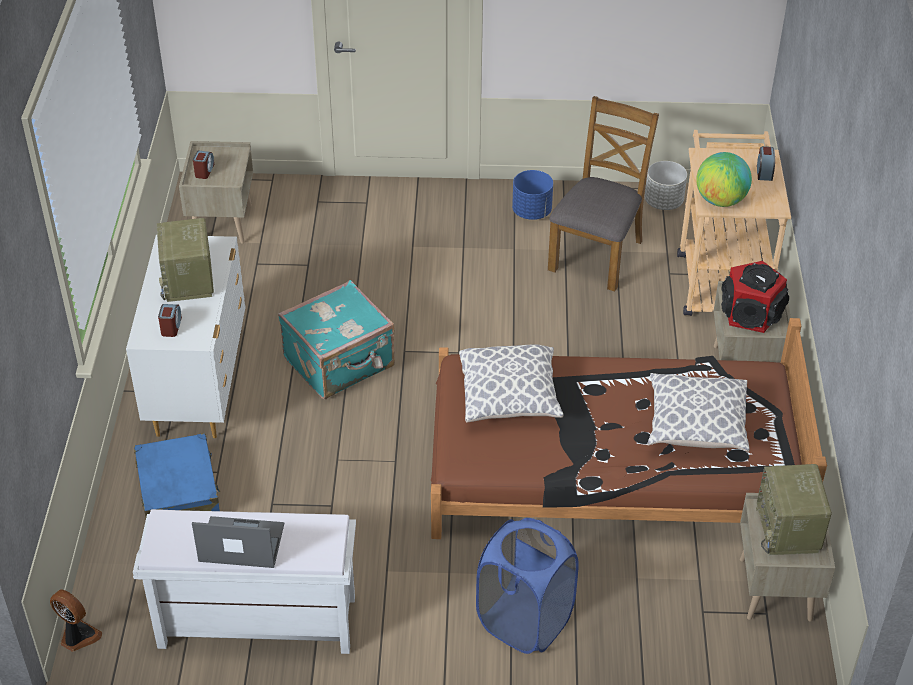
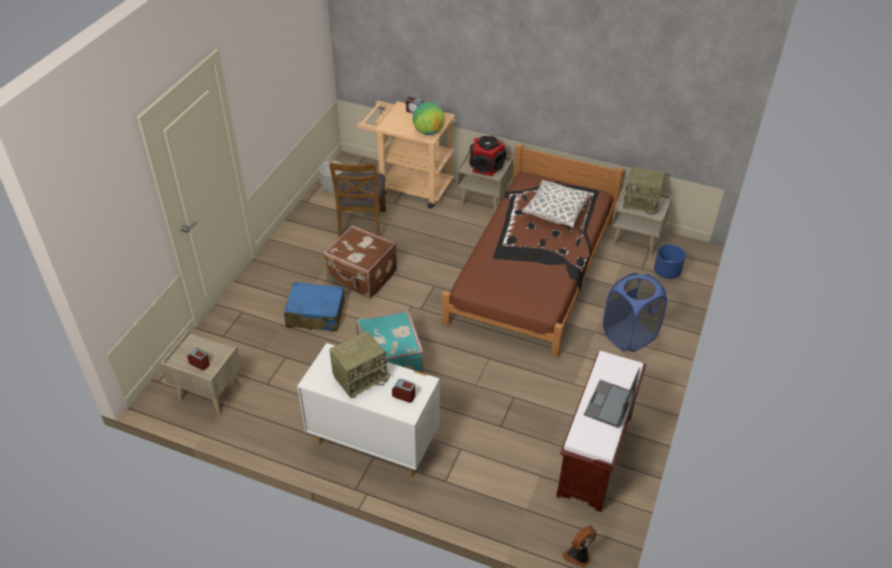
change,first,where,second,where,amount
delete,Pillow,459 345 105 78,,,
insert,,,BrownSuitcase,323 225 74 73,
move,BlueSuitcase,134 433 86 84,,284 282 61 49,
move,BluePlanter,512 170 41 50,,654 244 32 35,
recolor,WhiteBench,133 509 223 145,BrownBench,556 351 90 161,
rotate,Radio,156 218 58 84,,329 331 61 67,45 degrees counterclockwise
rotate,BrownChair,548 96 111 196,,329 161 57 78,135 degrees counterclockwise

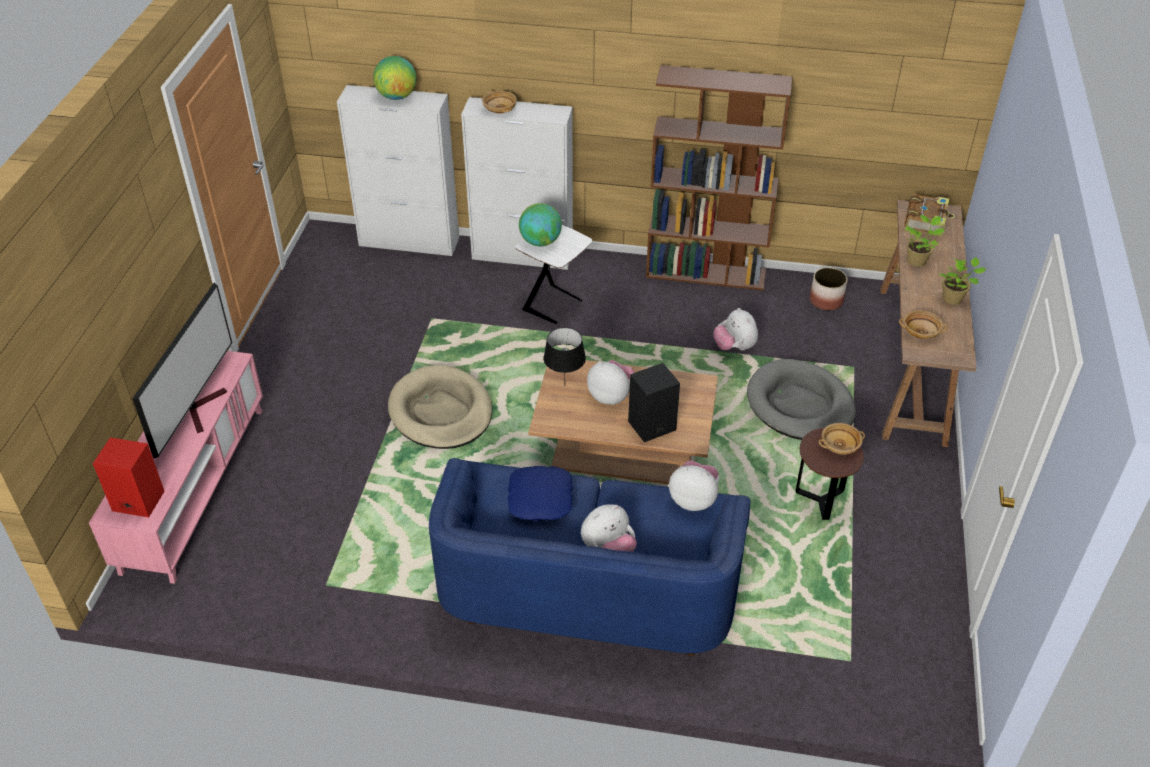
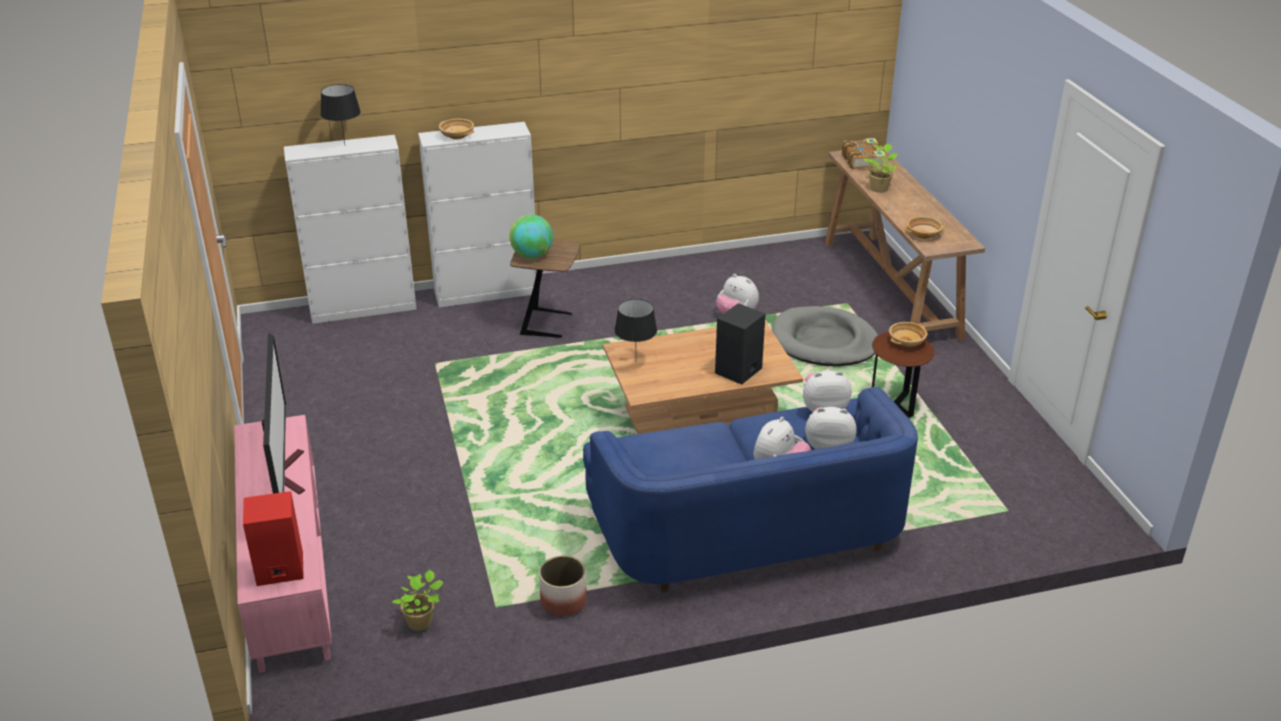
change,first,where,second,where,amount
delete,BeigeDogBed,388 365 104 84,,,
delete,BluePillow,508 466 65 55,,,
delete,BrownBookcase,646 65 146 225,,,
move,PlushToy,587 360 48 45,,805 407 52 42,
move,Planter,810 267 38 43,,539 556 48 60,
move,PottedPlant,939 257 48 48,,392 570 52 61,
replace,Globe,373 56 43 44,BlackTableLamp,321 84 40 59,
recolor,WhiteSideTable,515 225 77 99,BrownSideTable,510 240 70 98,

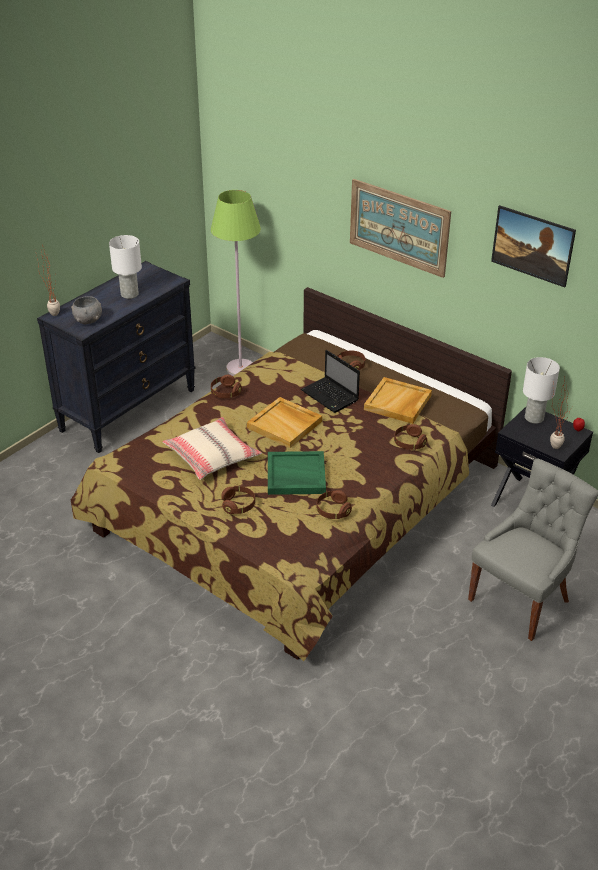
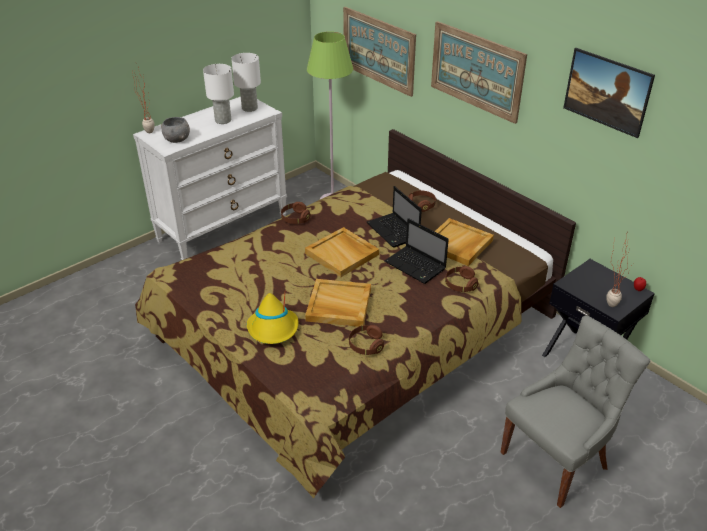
change,first,where,second,where,amount
delete,BeigePillow,162 417 100 63,,,
insert,,,Picture,343 7 73 90,
insert,,,Laptop,384 218 65 66,
move,WhiteTableLamp,523 357 37 67,,231 53 30 59,
replace,BrownHeadphones,221 486 34 28,YellowHat,247 293 51 51,
recolor,BlackDresser,37 261 158 192,WhiteDresser,133 96 154 164,
recolor,GreenTray,268 451 58 44,BeigeTray,305 279 66 48,

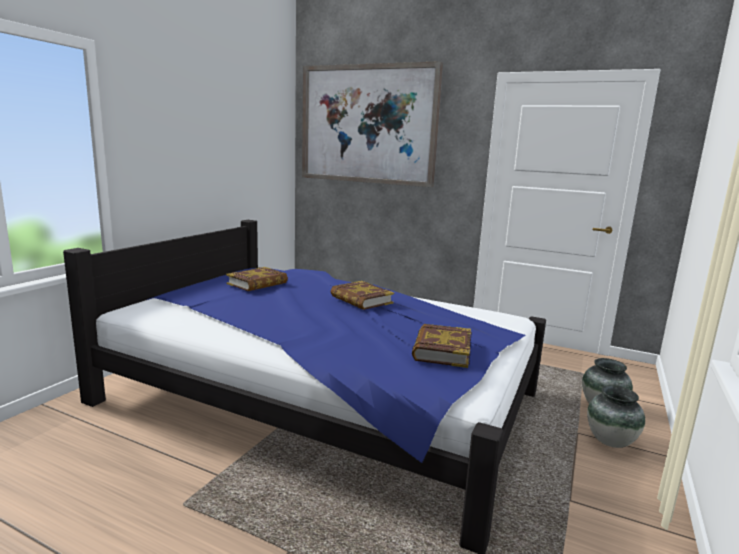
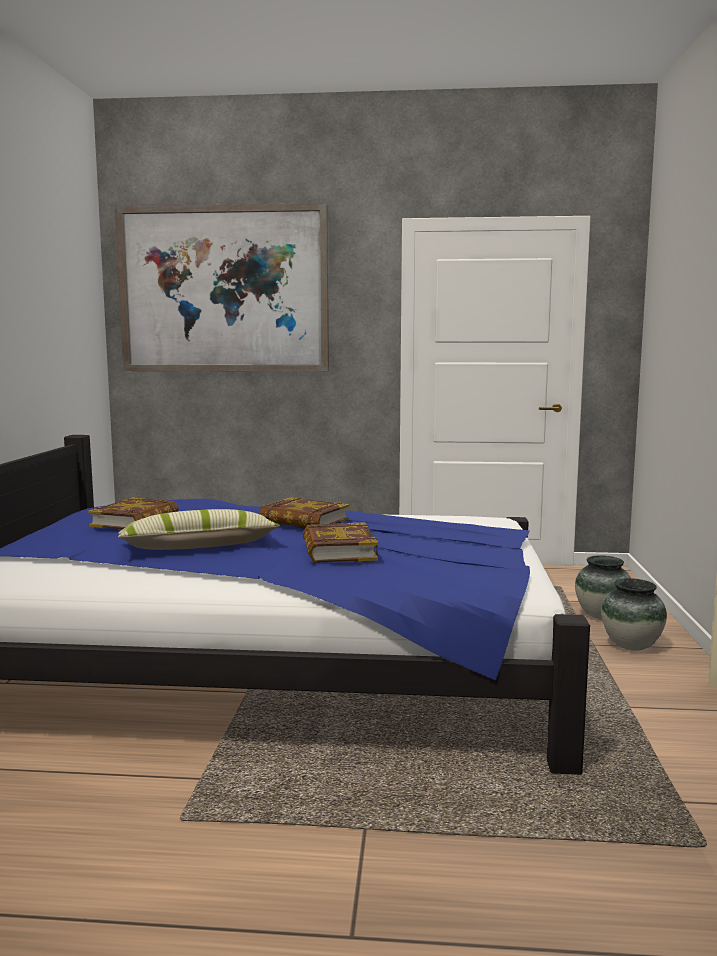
change,first,where,second,where,amount
insert,,,Pillow,118 509 162 41,
move,Book,412 324 60 44,,303 523 75 40,

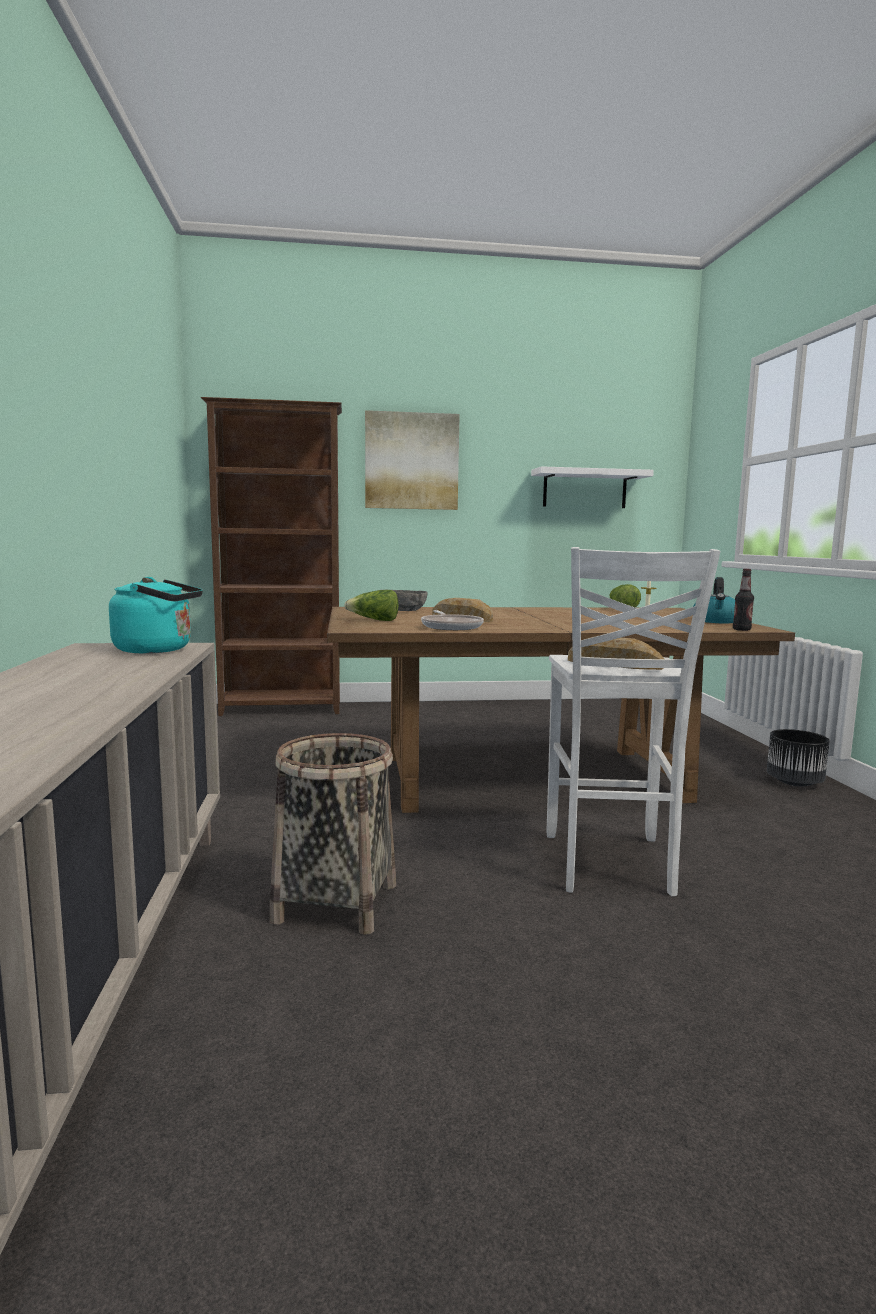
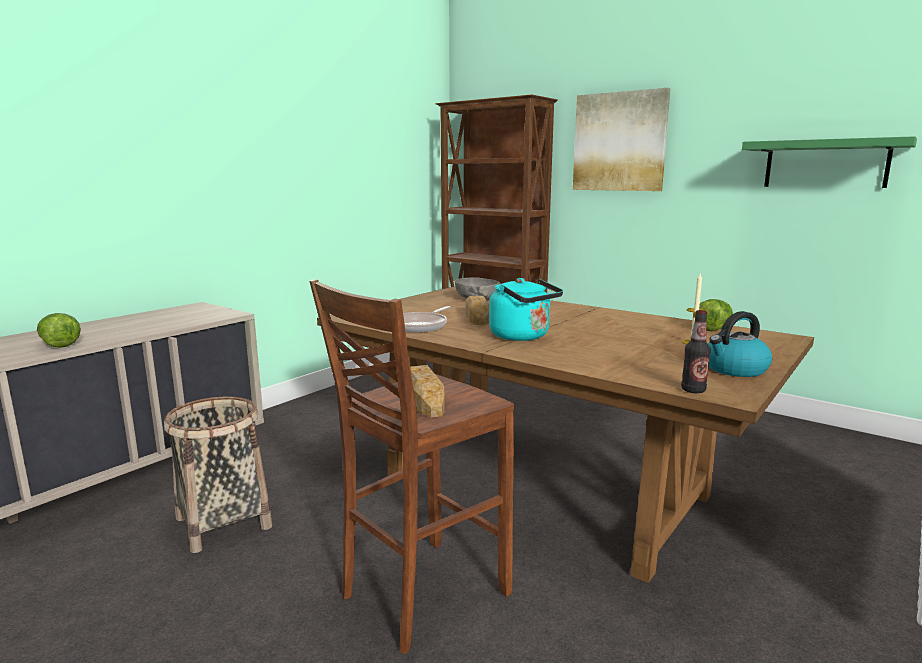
change,first,where,second,where,amount
delete,BlackPlanter,767 729 63 58,,,
move,TurquoiseKettle,109 577 94 77,,489 278 74 63,
move,Lettuce,344 590 55 31,,37 313 44 35,
recolor,WhiteShelf,531 466 123 42,GreenShelf,742 136 175 52,
recolor,WhiteStool,547 547 173 349,BrownStool,310 279 205 375,

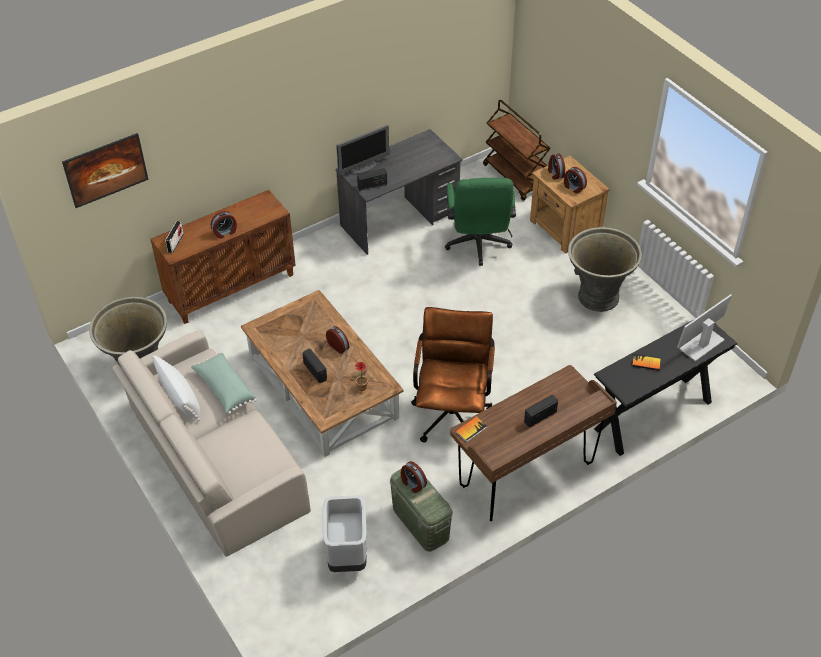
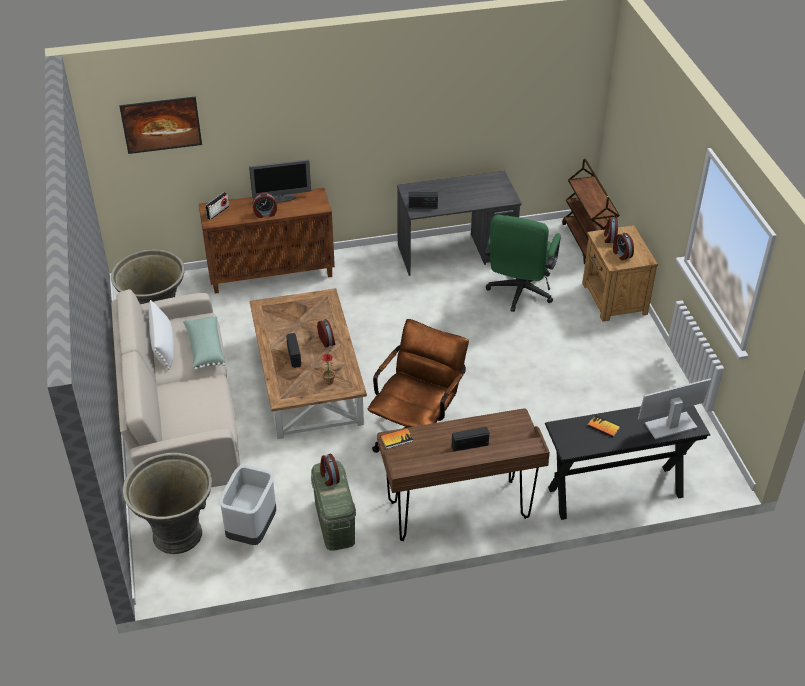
change,first,where,second,where,amount
move,Monitor,336 125 53 50,,249 159 62 44,
move,GreyPlanter,568 227 74 85,,122 452 90 102,

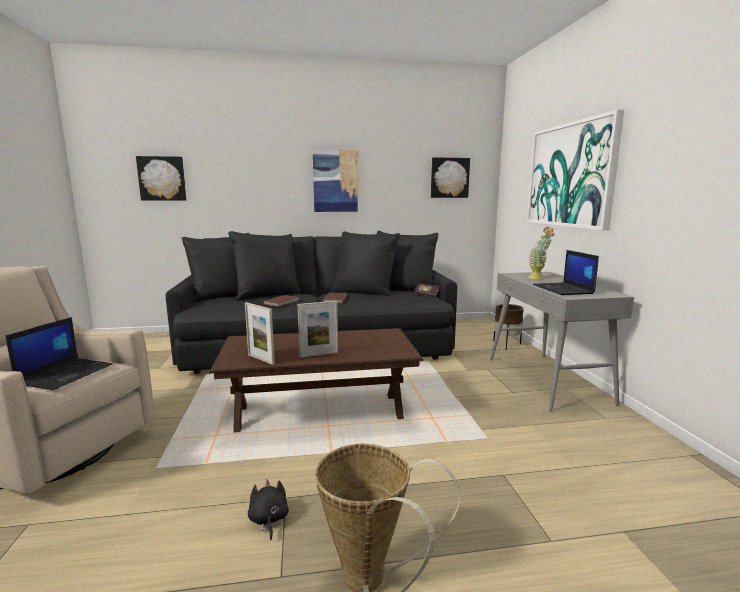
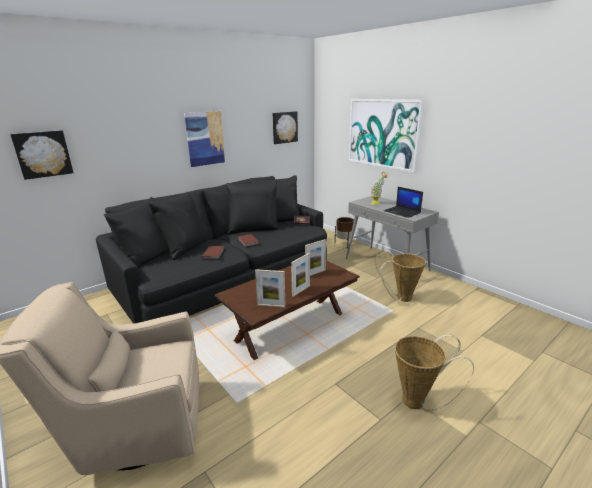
change,first,where,second,where,amount
delete,Laptop,5 317 108 73,,,
delete,BlackPlushToy,248 479 41 61,,,
insert,,,PictureFrame,305 239 21 37,
insert,,,Basket,375 251 51 51,

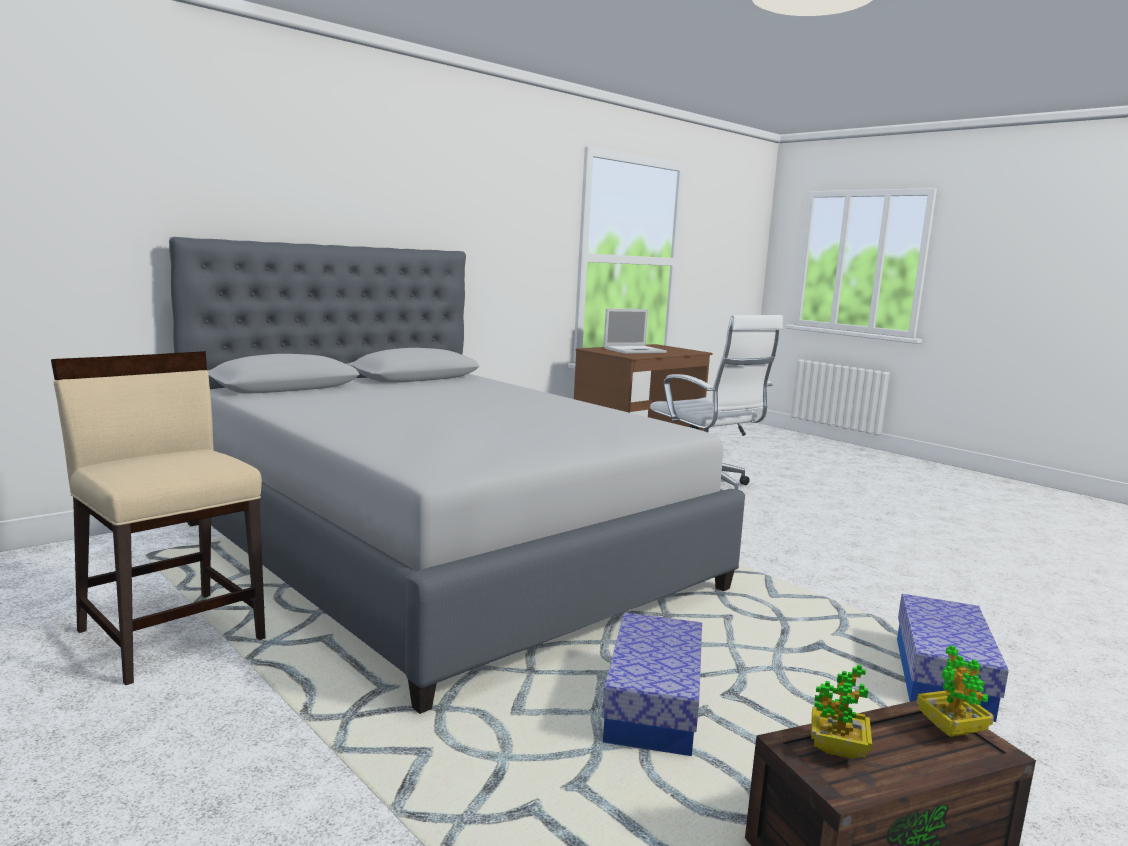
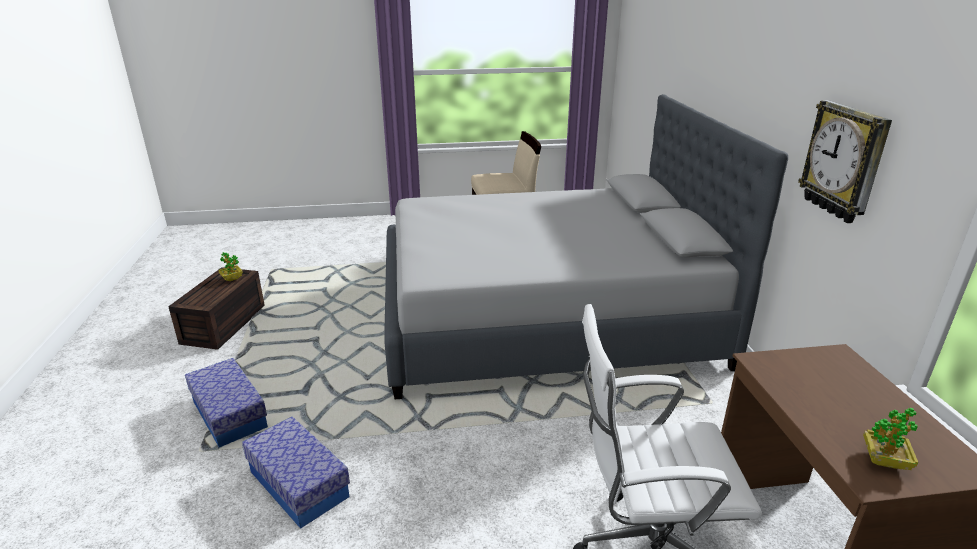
change,first,where,second,where,amount
delete,Laptop,603 308 64 46,,,
insert,,,WallClock,798 100 94 123,
move,StorageBox,602 612 100 144,,242 416 108 113,
move,PottedPlant,916 645 78 92,,863 408 55 62,

